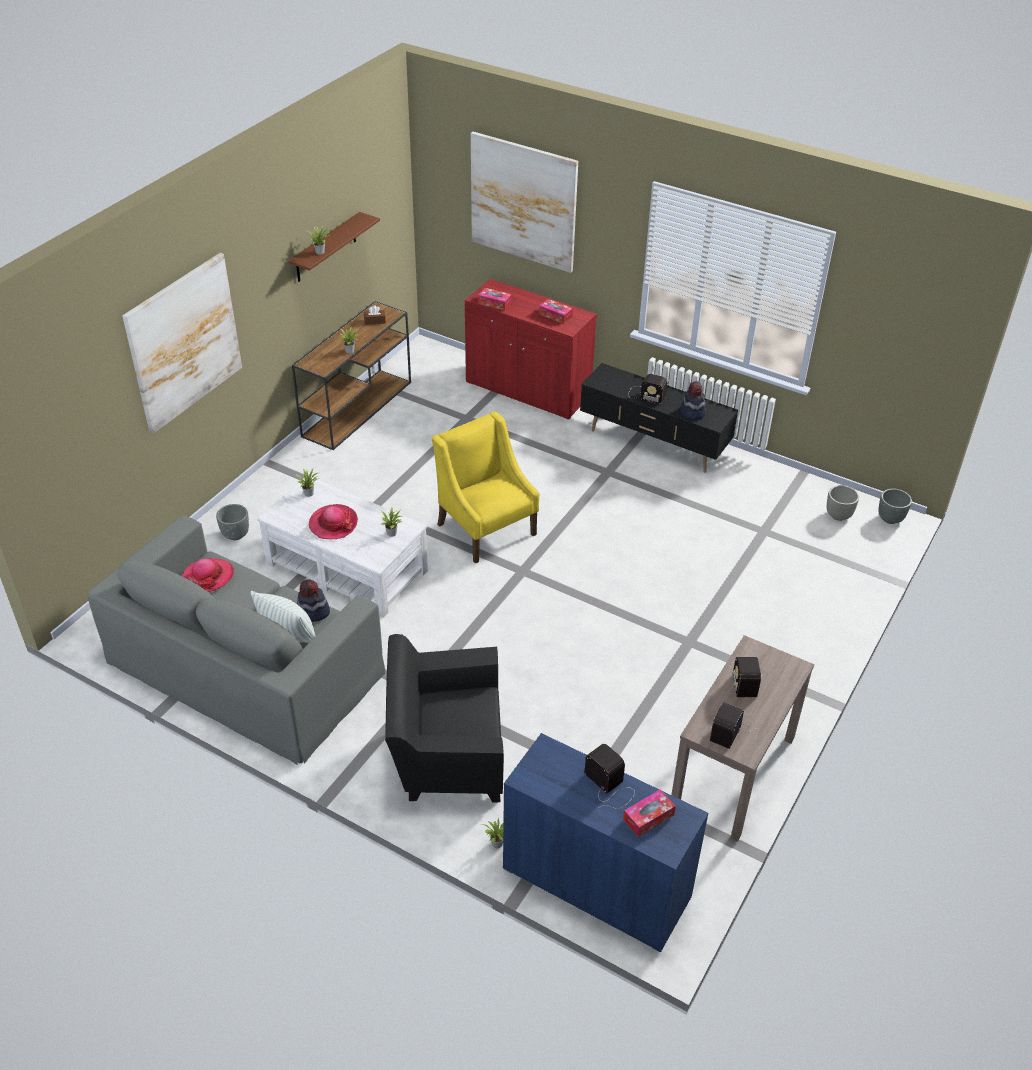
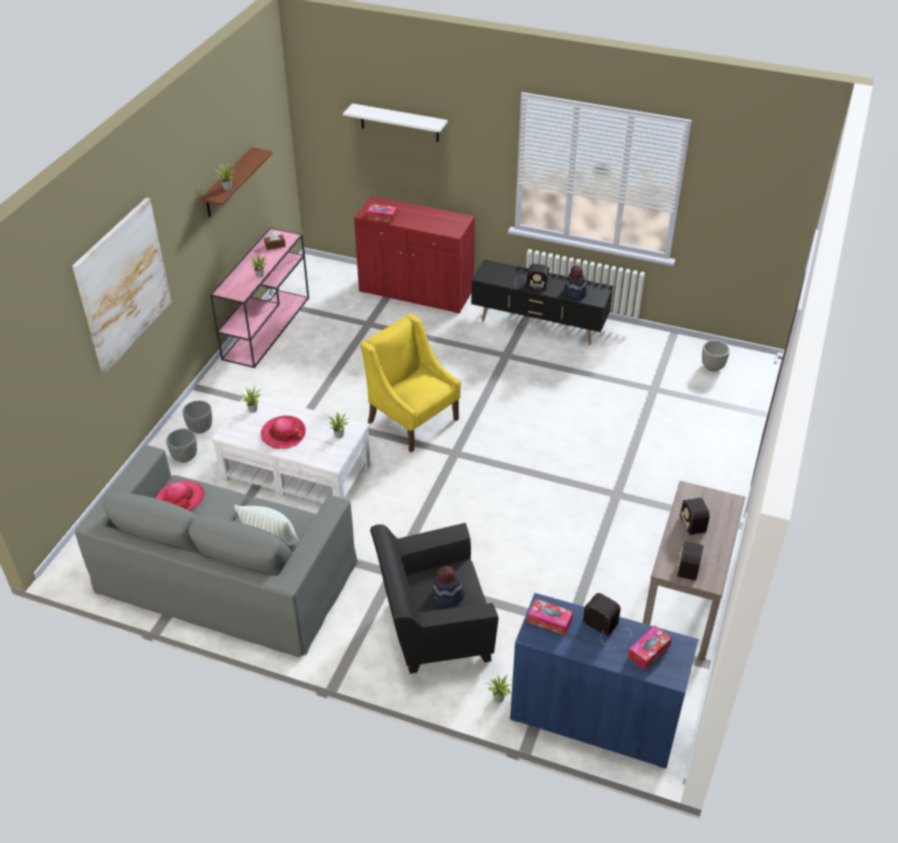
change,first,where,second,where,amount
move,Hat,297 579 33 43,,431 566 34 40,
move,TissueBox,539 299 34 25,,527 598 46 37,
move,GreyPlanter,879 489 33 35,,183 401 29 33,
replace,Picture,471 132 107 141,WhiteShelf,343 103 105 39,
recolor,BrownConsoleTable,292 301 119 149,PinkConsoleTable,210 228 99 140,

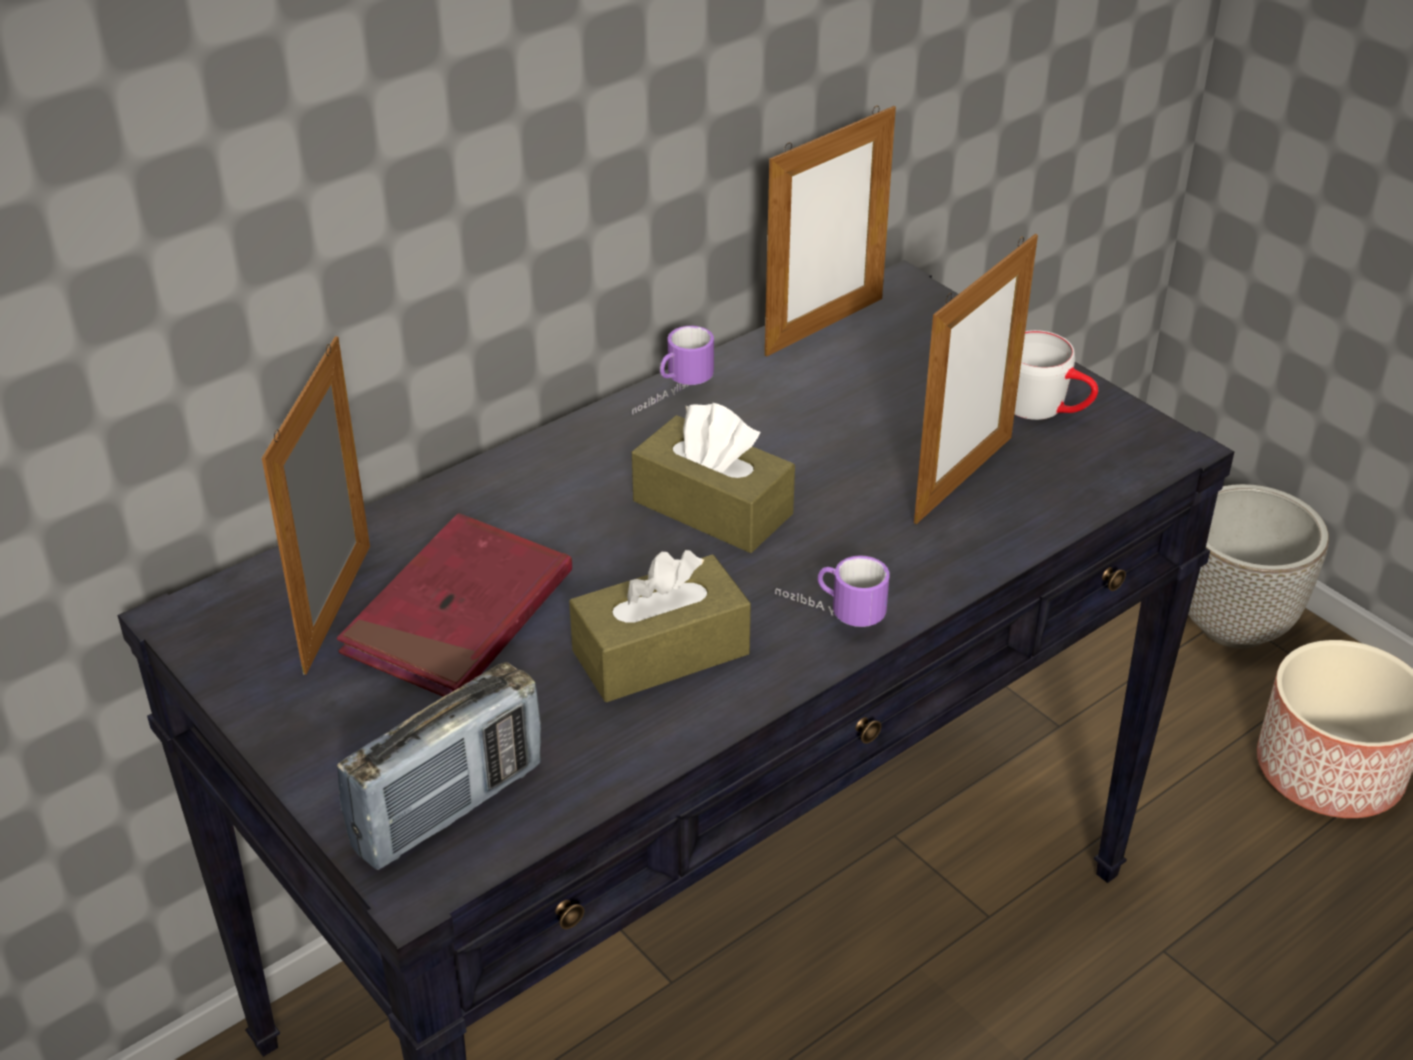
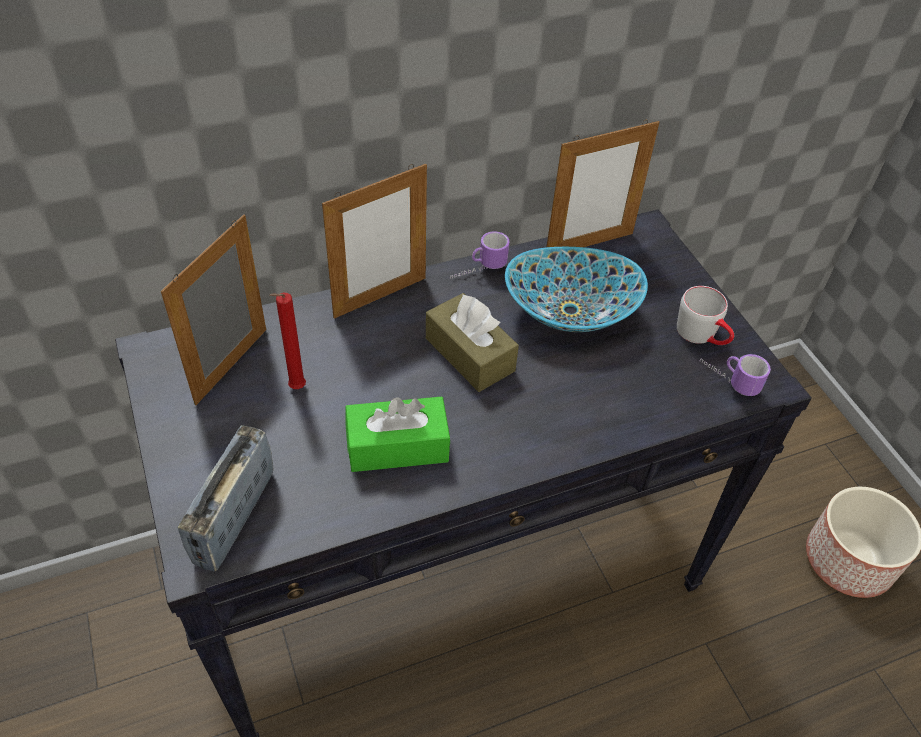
change,first,where,second,where,amount
delete,Planter,1188 484 141 164,,,
insert,,,Bowl,505 247 143 85,
move,Mug,775 555 115 72,,700 354 71 42,
move,PictureFrame,914 234 124 290,,322 164 105 155,
replace,RedBook,337 513 235 184,RedCandle,269 293 37 96,
recolor,BrownTissueBox,569 550 182 152,GreenTissueBox,345 397 105 75,
rotate,Radio,337 662 204 208,,178 425 96 146,135 degrees clockwise

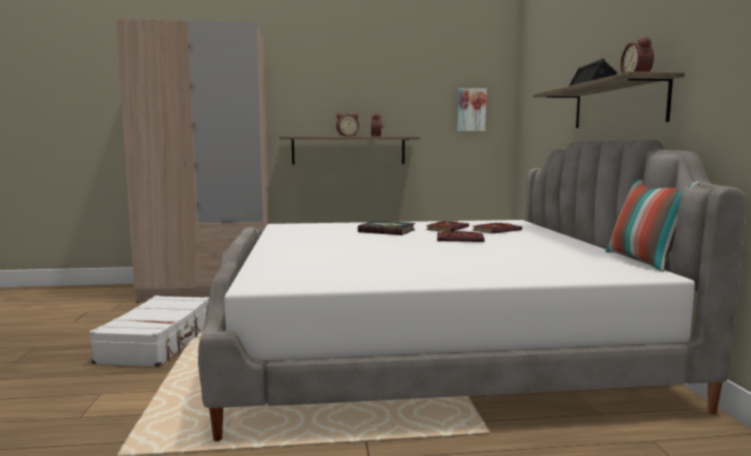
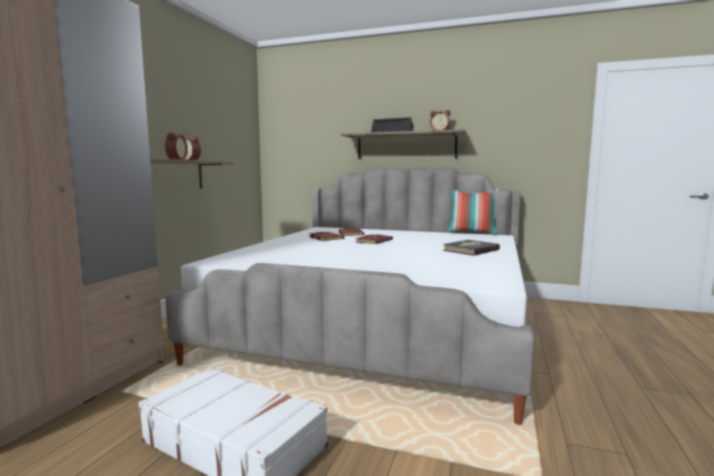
change,first,where,second,where,amount
delete,Picture,457 88 30 43,,,
move,Book,358 221 57 14,,443 240 57 16,

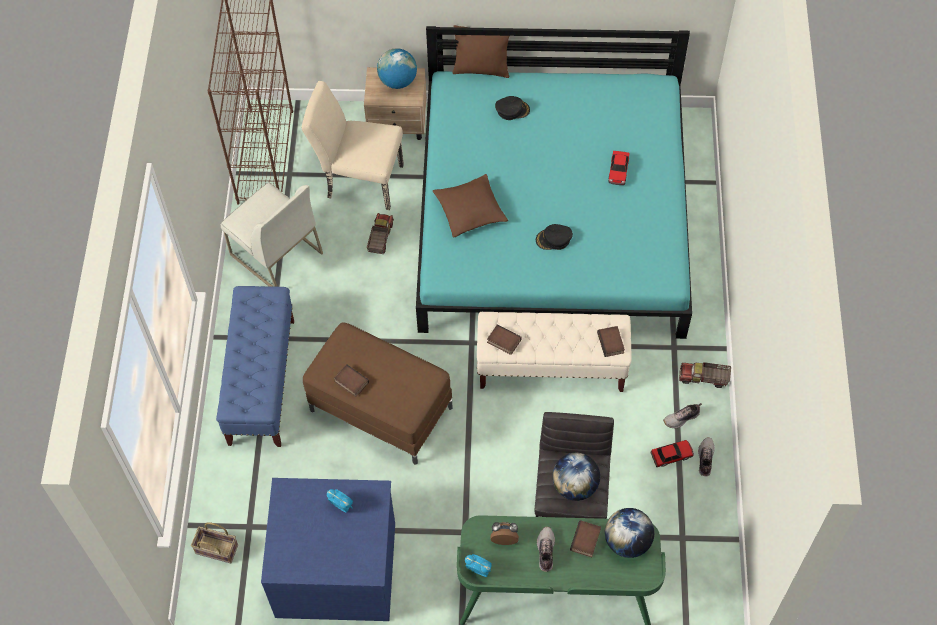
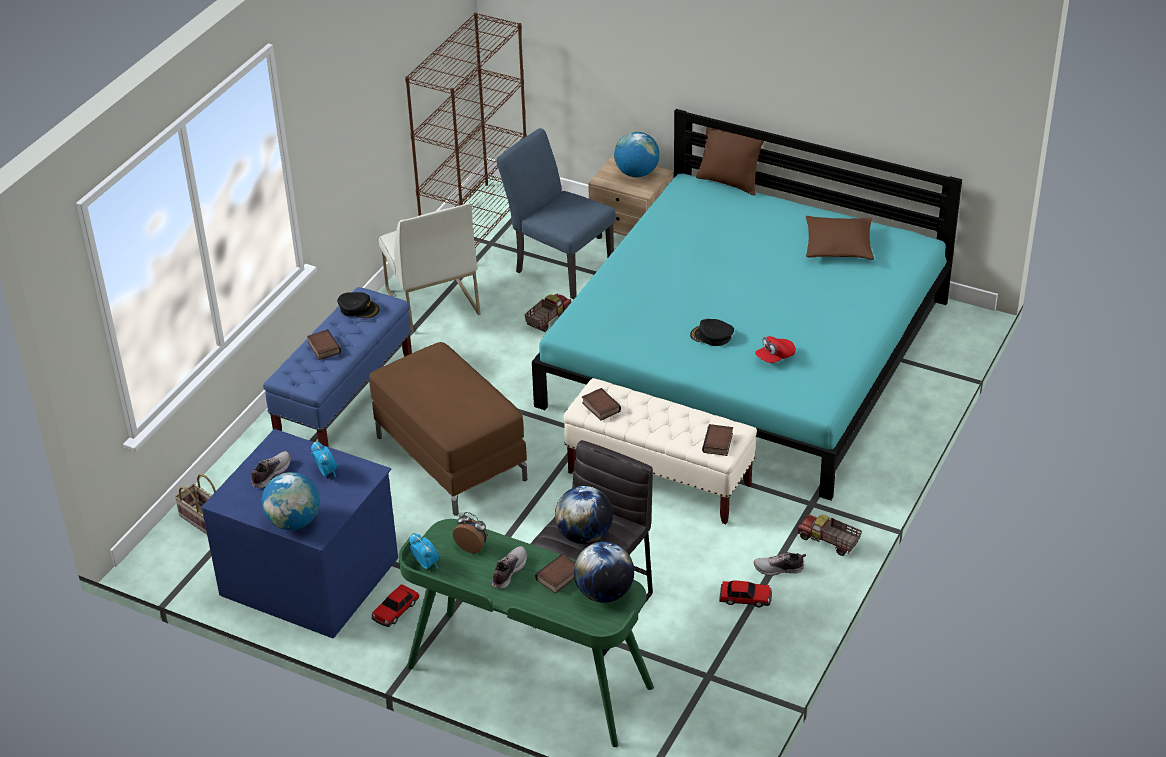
change,first,where,second,where,amount
insert,,,Globe,262 472 58 58,
insert,,,RedCap,755 336 41 27,
move,Book,334 364 35 33,,307 329 34 31,
move,BrownPillow,433 174 75 64,,806 216 68 44,
move,BlackCap,495 96 35 24,,337 292 42 26,
move,ToyCar,609 151 21 34,,372 584 47 43,
move,Shoe,698 437 16 39,,250 451 41 37,
recolor,BeigeChair,302 81 102 129,BlueChair,497 128 119 171,

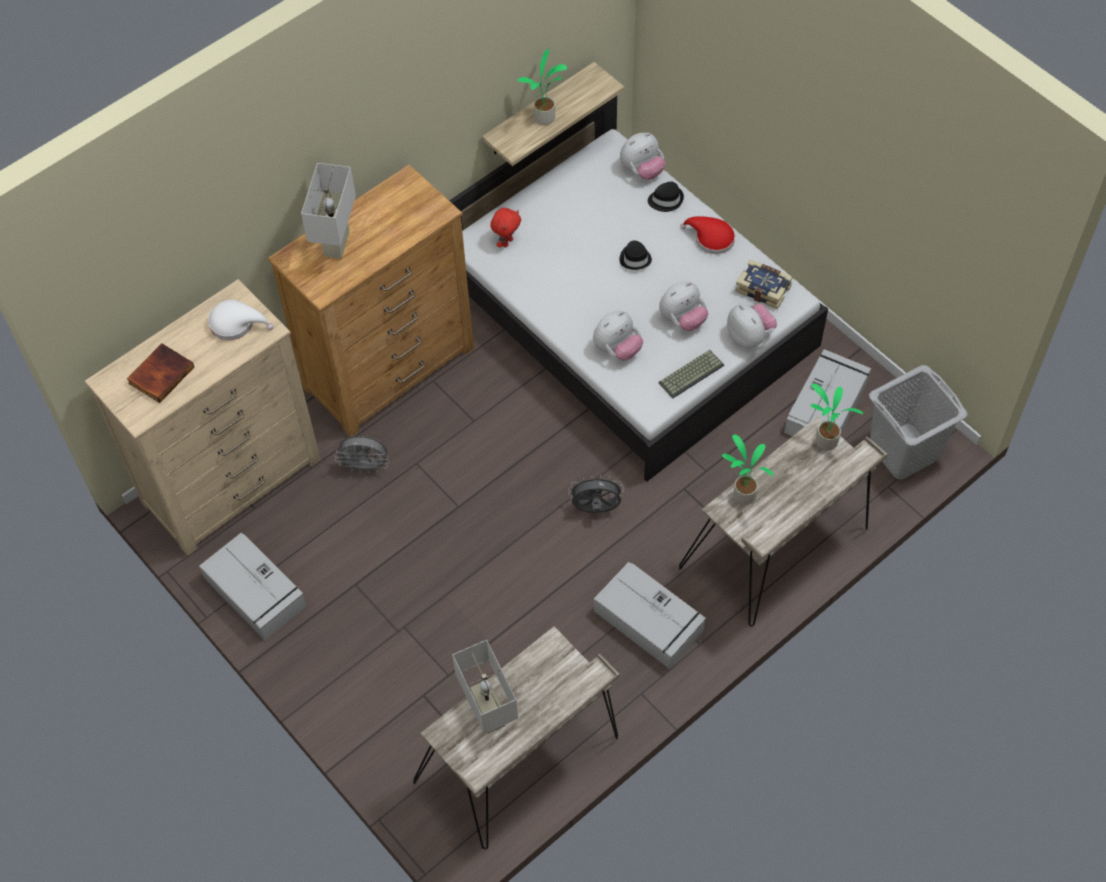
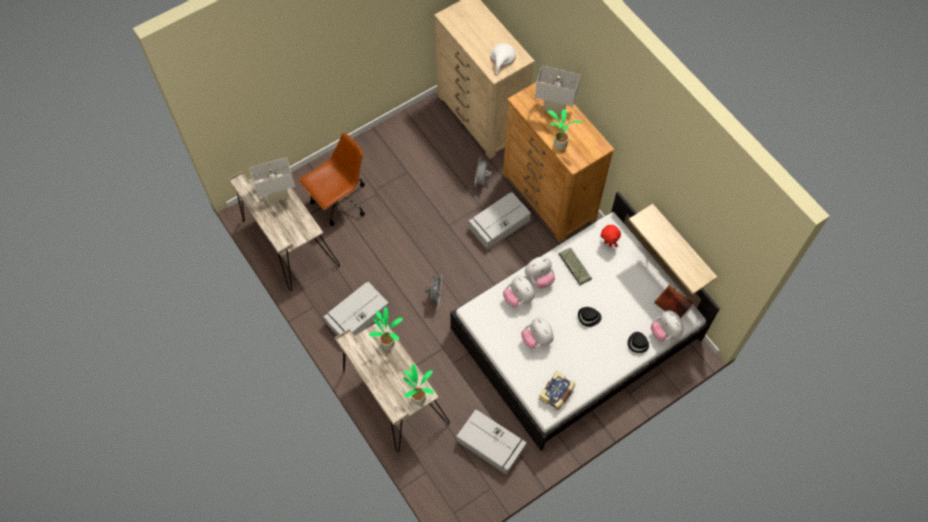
change,first,where,second,where,amount
delete,RedHat,680 216 55 38,,,
delete,GreyLaundryBasket,869 365 98 115,,,
insert,,,BrownOfficeChair,299 133 66 93,
move,Book,127 343 67 60,,654 285 39 33,
move,GreyStorageBox,199 533 107 107,,468 192 63 58,
move,PottedPlant,517 49 50 76,,548 109 34 41,
move,Keyboard,659 350 65 48,,558 247 34 38,
move,PlushToy,727 304 50 44,,525 257 30 31,

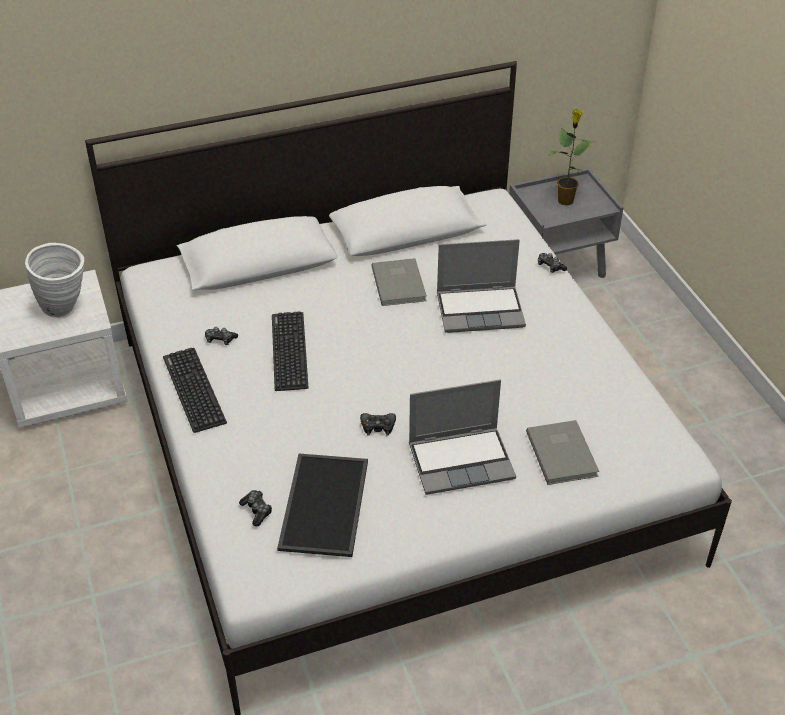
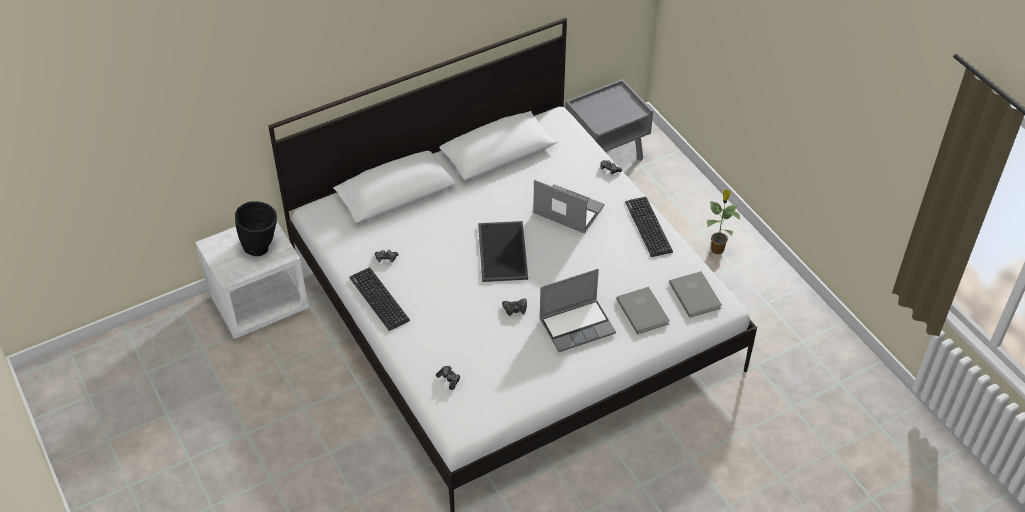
change,first,where,second,where,amount
move,Keyboard,272 311 37 80,,625 197 48 60,
move,Tray,277 454 91 103,,478 221 50 61,
move,GreyBook,371 258 56 48,,669 271 53 47,
move,PottedPlant,548 109 48 97,,707 189 33 65,
recolor,WhiteVase,25 243 59 76,BlackVase,235 201 42 55,
rotate,Laptop,437 239 89 94,,533 180 72 53,135 degrees counterclockwise

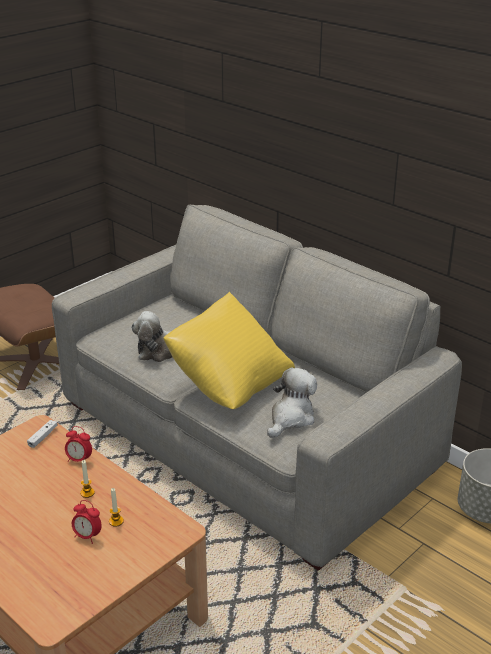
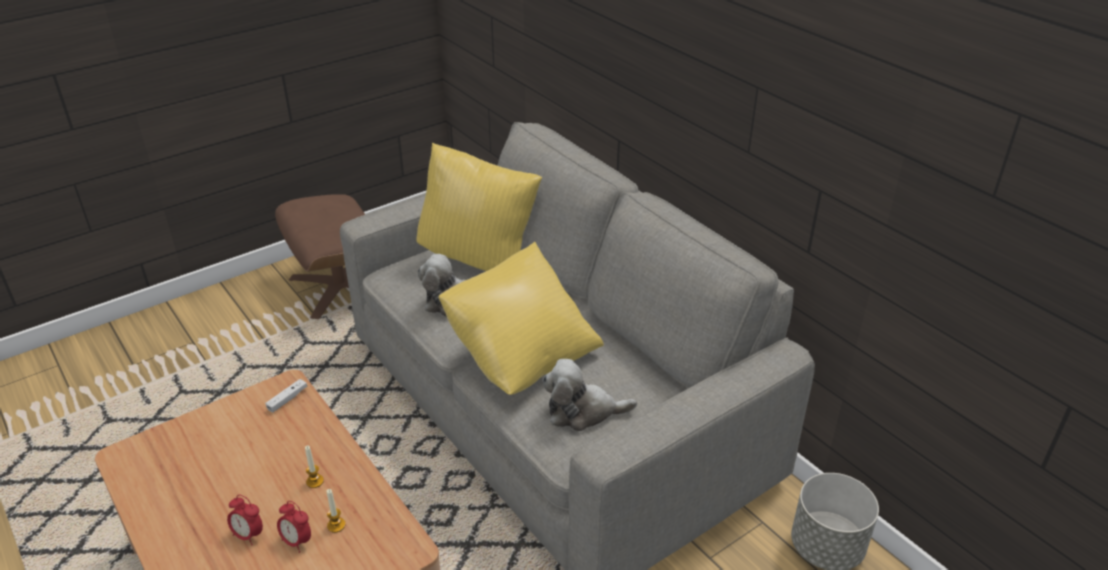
change,first,where,second,where,amount
insert,,,YellowPillow,416 143 126 128,
move,AlarmClock,65 426 27 36,,227 495 36 51,
rotate,PlushToy,267 368 50 70,,543 359 94 72,135 degrees counterclockwise

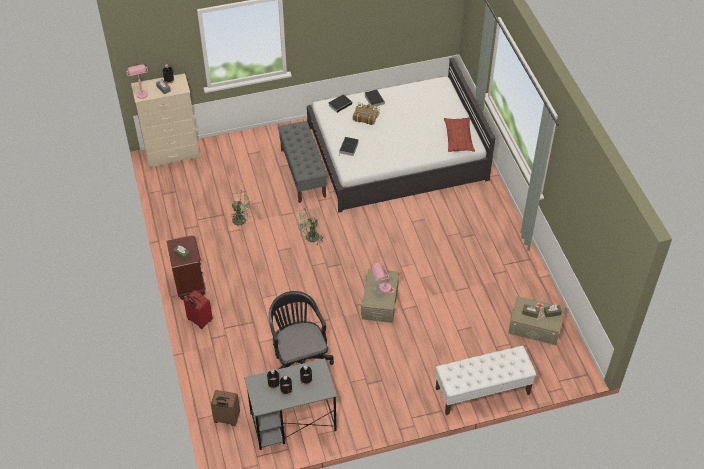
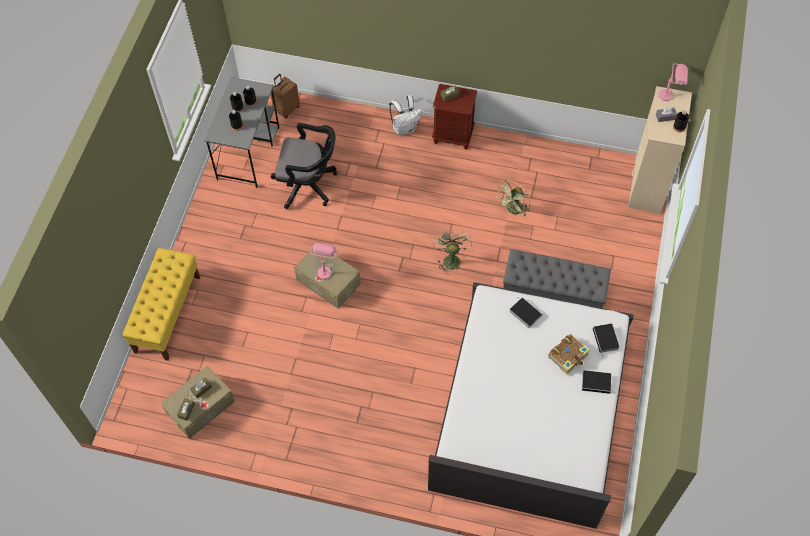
change,first,where,second,where,amount
delete,Pillow,444 117 31 35,,,
replace,RedSuitcase,184 290 29 39,WhiteBackpack,389 95 33 40,
recolor,WhiteBench,436 346 101 69,YellowBench,122 248 78 113,

